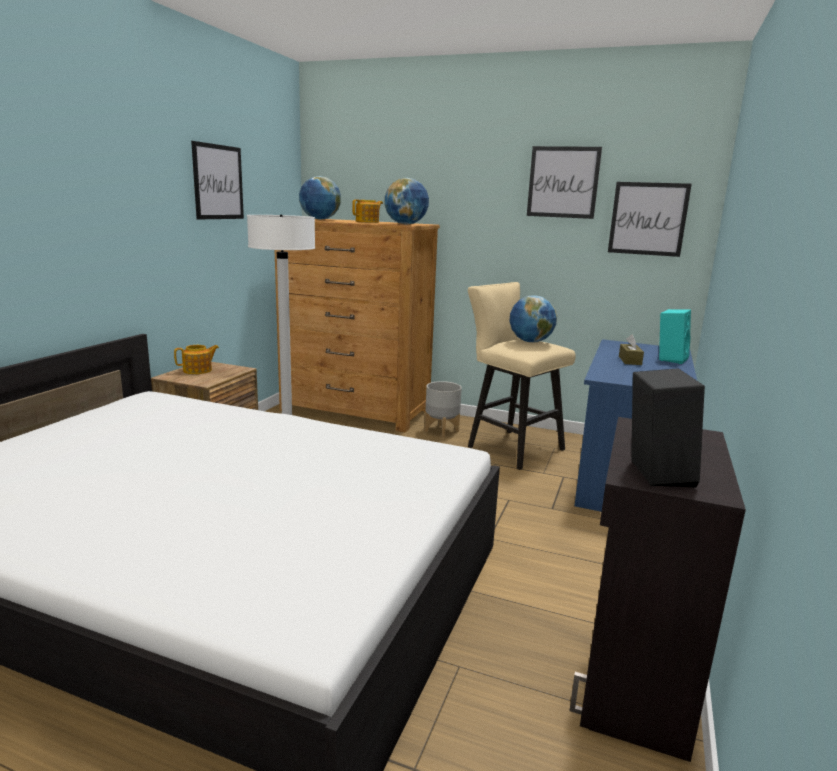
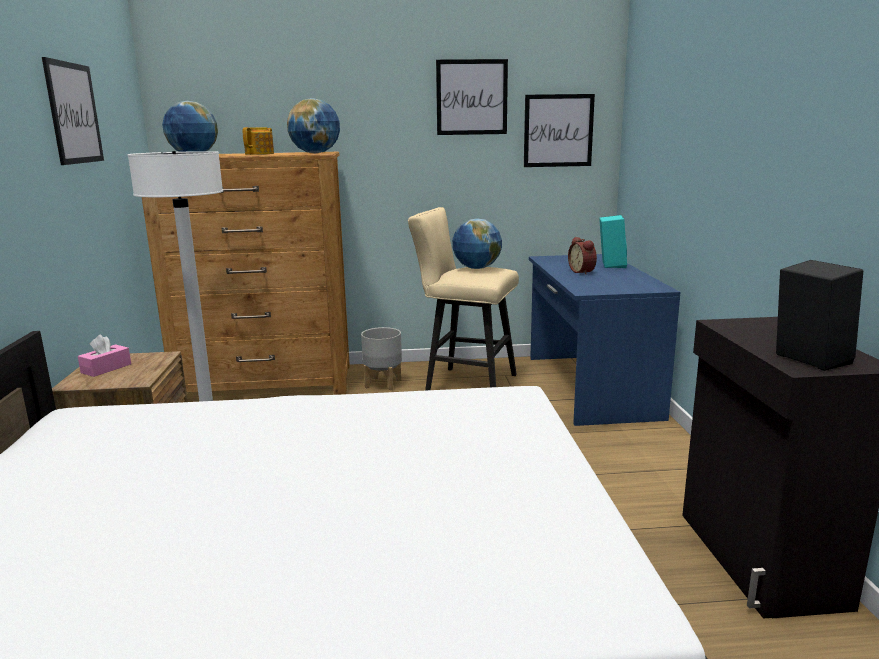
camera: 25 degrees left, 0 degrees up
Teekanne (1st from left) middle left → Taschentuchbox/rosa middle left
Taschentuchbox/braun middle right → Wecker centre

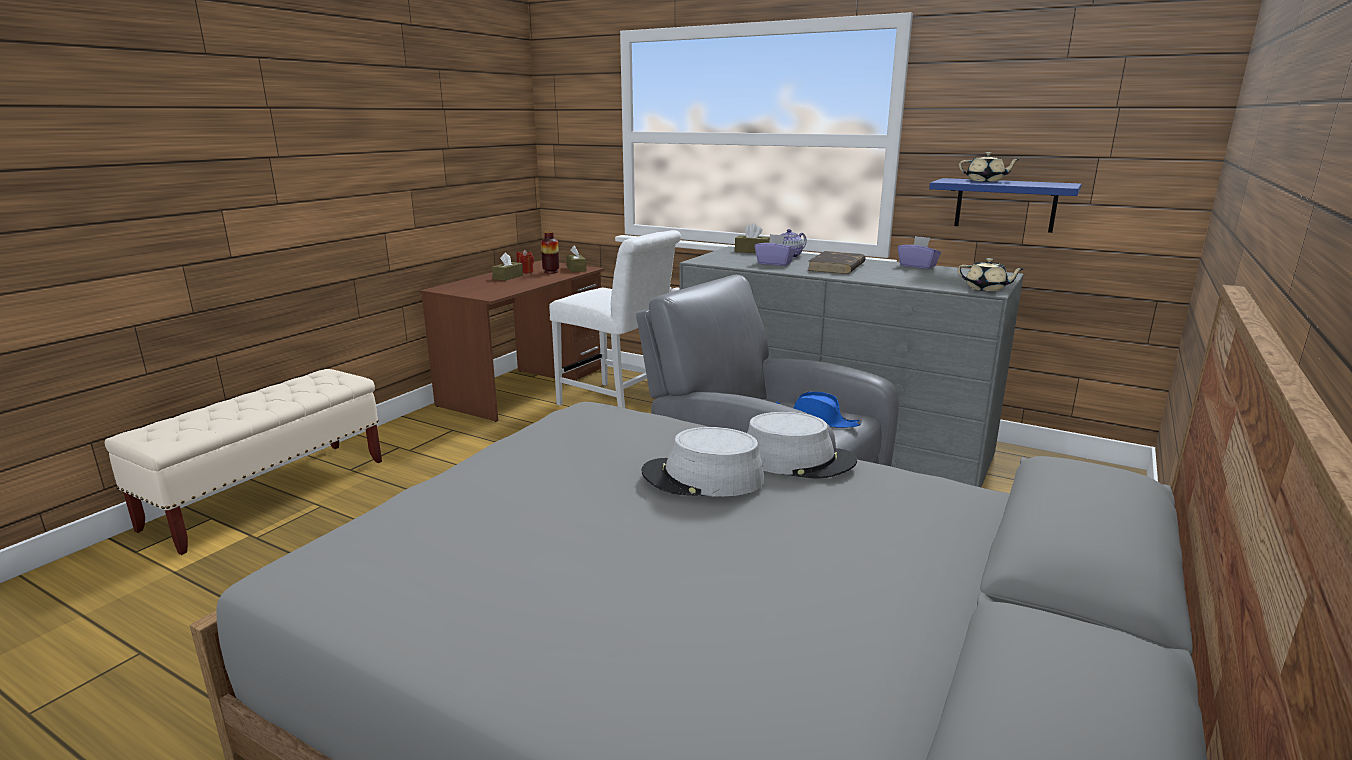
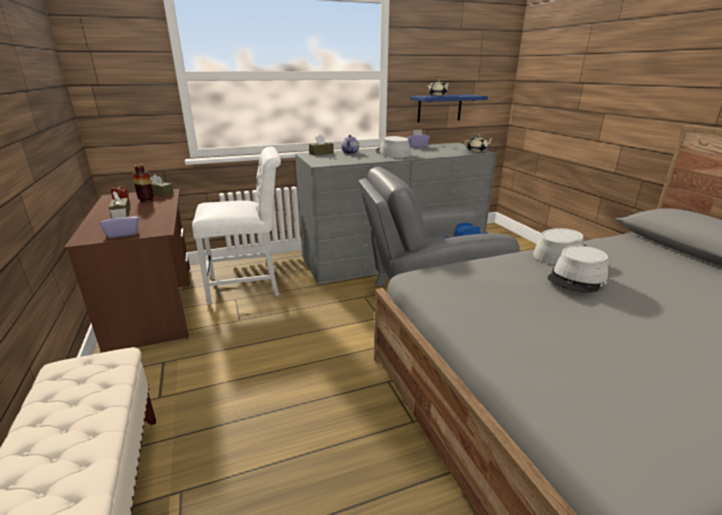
camera: 50 degrees left, 5 degrees up
Taschentuchbox/lila (1st from left) top centre → Taschentuchbox/lila (1st from left) middle left, moved
Buch/braun centre → Hut/grau (1st from left) top centre

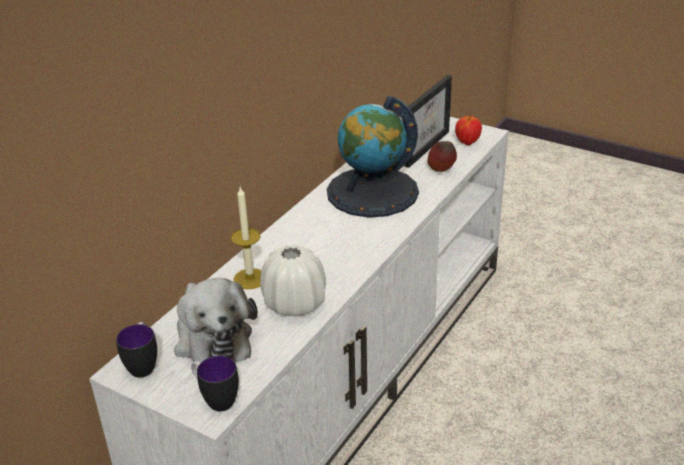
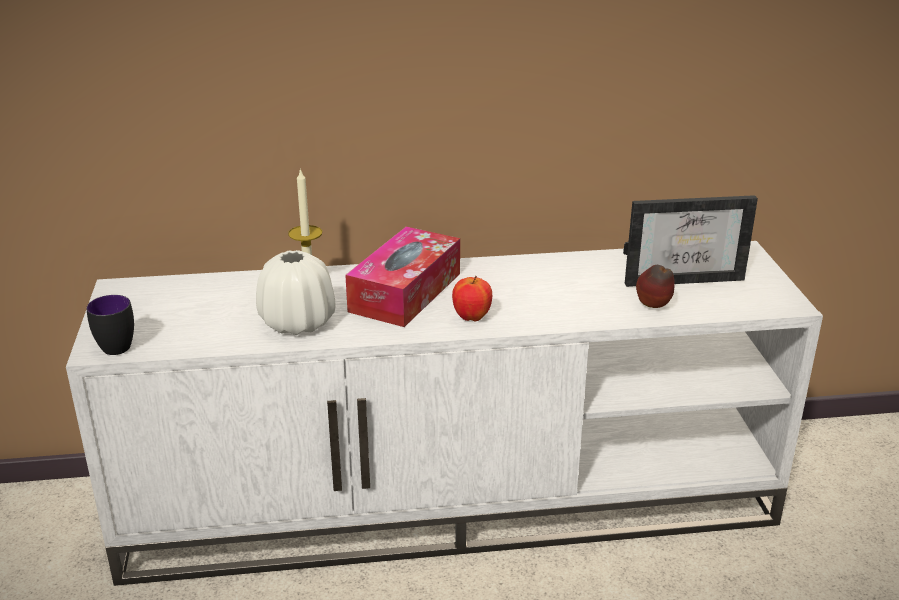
camera: 50 degrees right, 5 degrees down
Henkelbecher (1st from left) bottom left → -
Plüschtier bottom left → -
Globus centre → -
- → Taschentuchbox centre
Apfel (2nd from left in the first image) top right → Apfel (1st from left) centre, moved

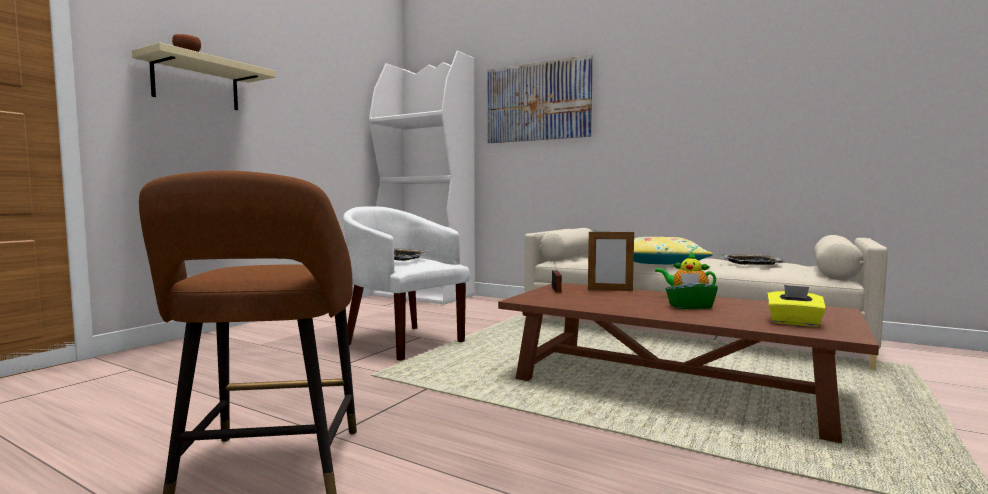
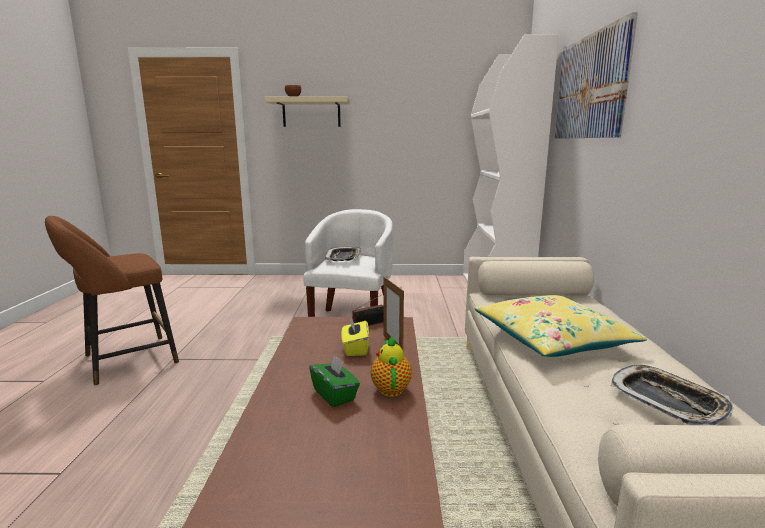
camera: 60 degrees right, 10 degrees up
Taschentuchbox/gelb middle right → Taschentuchbox/gelb centre, moved

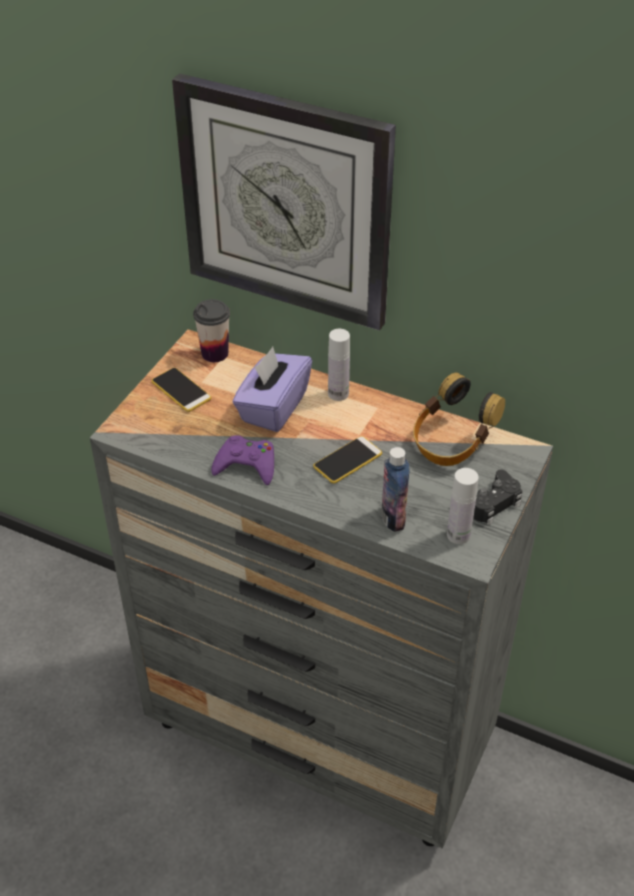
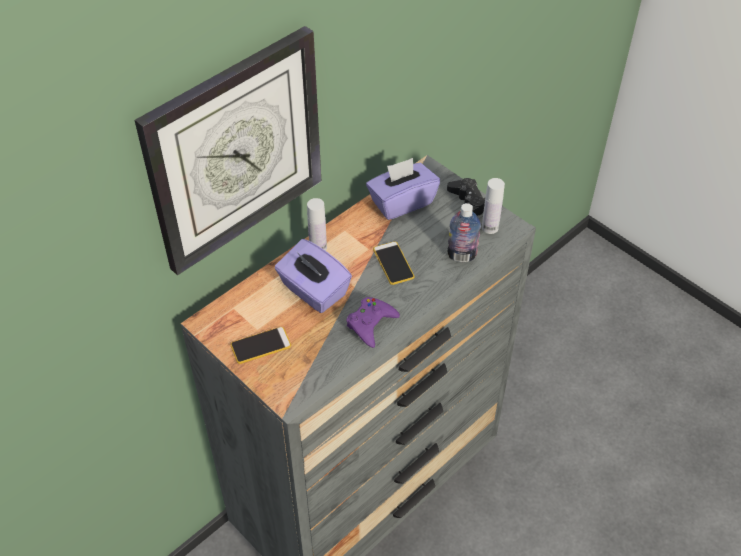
camera: 70 degrees left, 5 degrees up
Tasse middle left → -
Kopfhörer middle right → Taschentuchbox/lila (2nd from left) centre

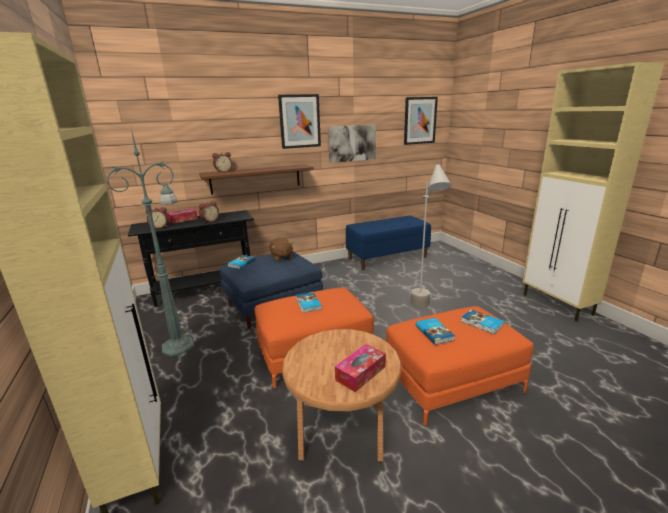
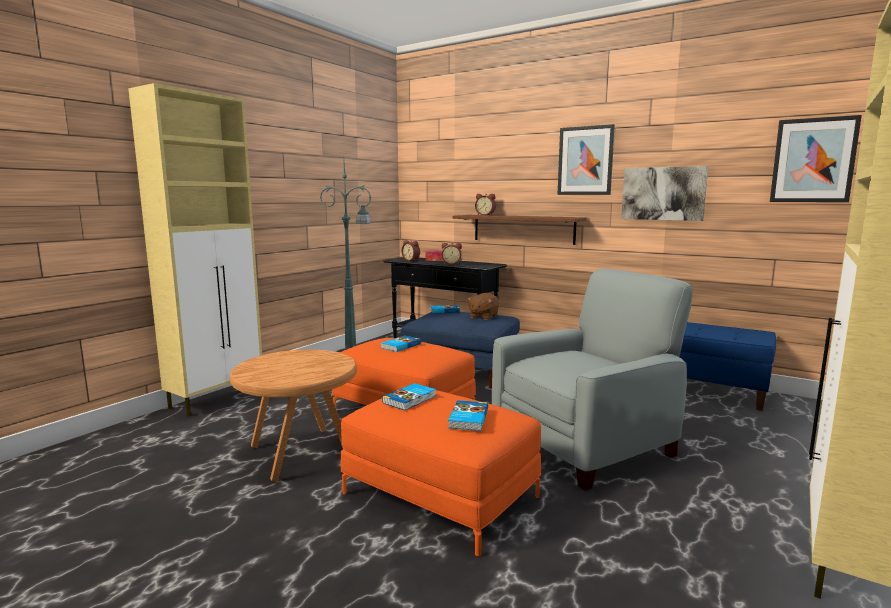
camera: 55 degrees right, 10 degrees down
Taschentuchbox (2nd from left) bottom centre → -
Stehlampe/grau centre → Sessel/grau centre

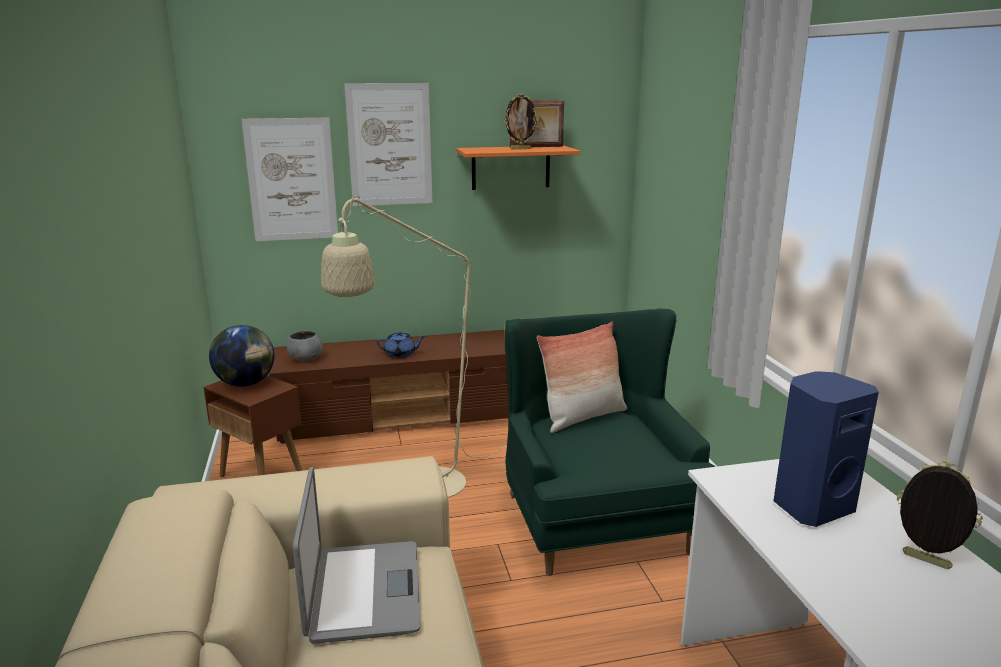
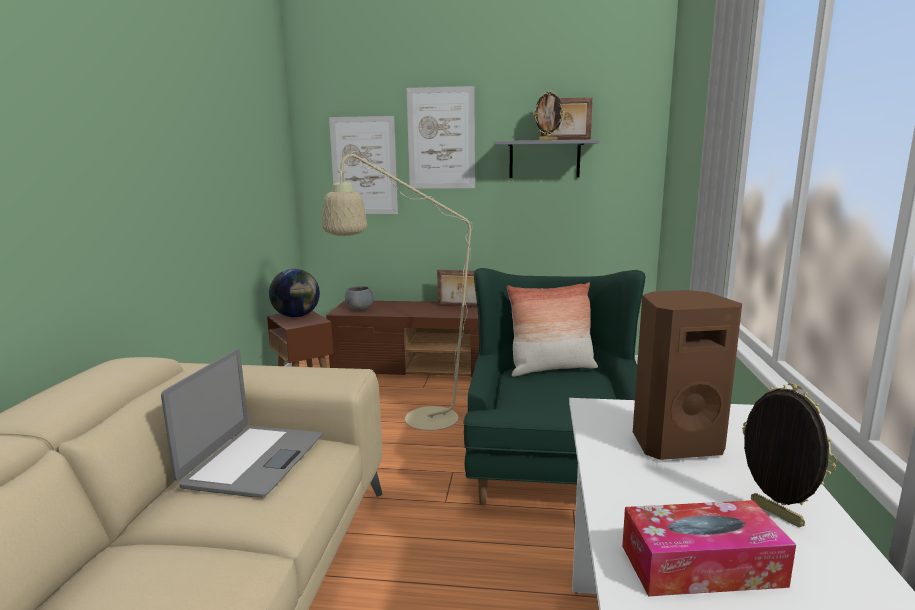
camera: 20 degrees right, 5 degrees down
Teekanne/blau centre → -
- → Bilderrahmen (1st from left) centre
- → Taschentuchbox bottom right
Wandregal/orange top centre → Wandregal/grau top centre
Lautsprecher/blau bottom right → Lautsprecher/braun middle right

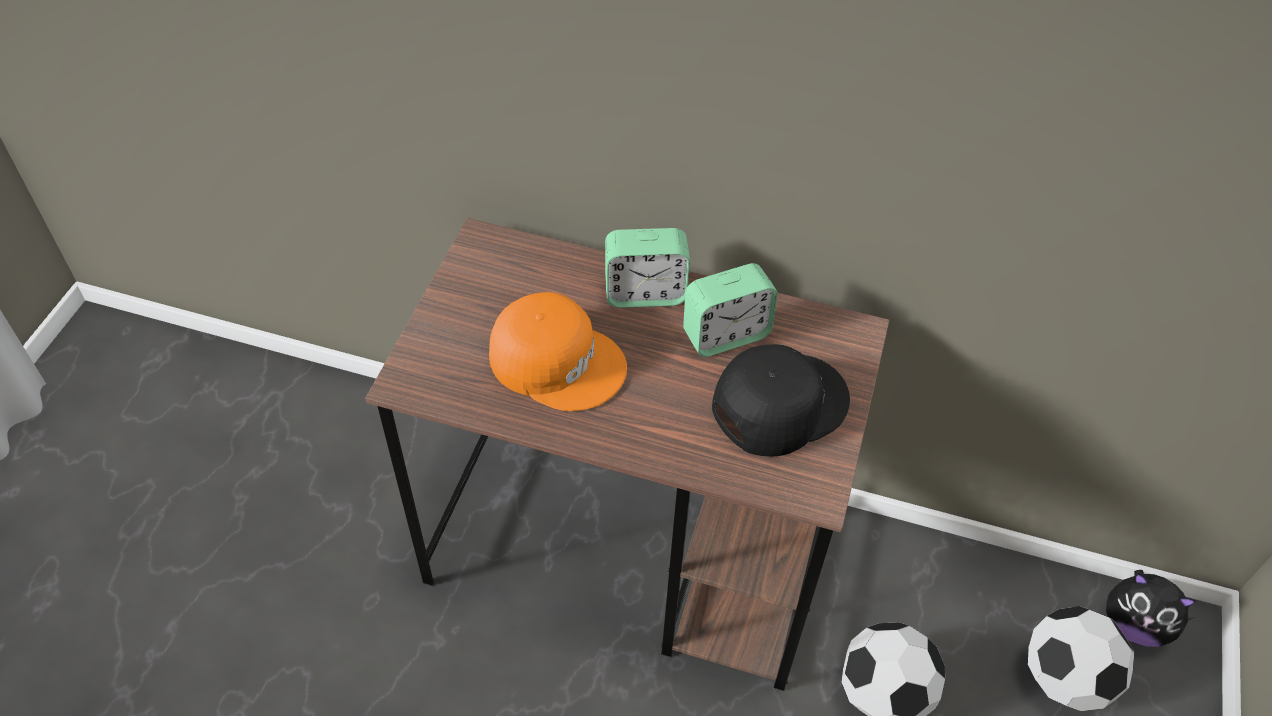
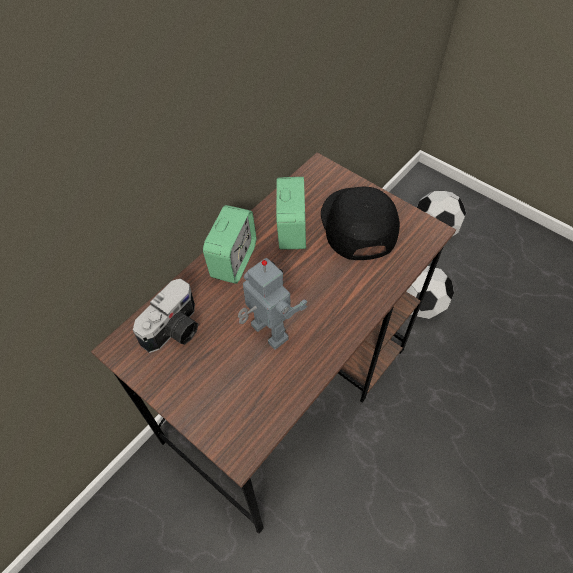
camera: 65 degrees left, 5 degrees up
Plüschtier bottom right → -
- → Kamera middle left
Kappe/orange centre → Spielzeugroboter centre

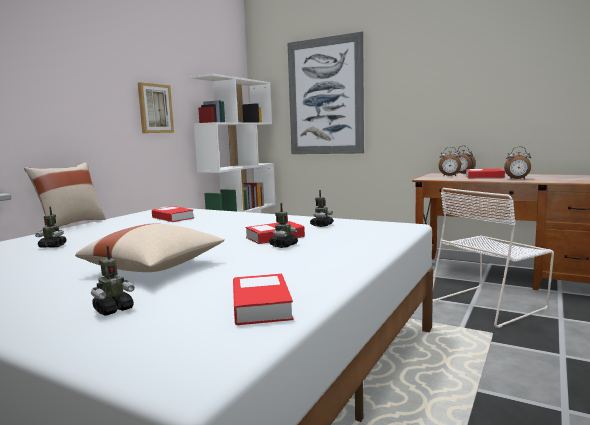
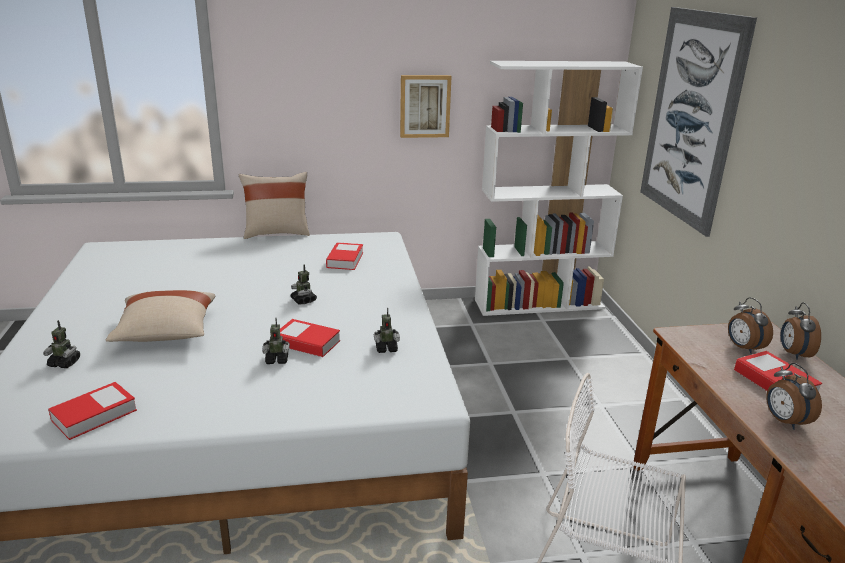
camera: 50 degrees right, 15 degrees up
Spielzeugroboter (1st from left in the first image) middle left → Spielzeugroboter (3rd from left) centre, moved

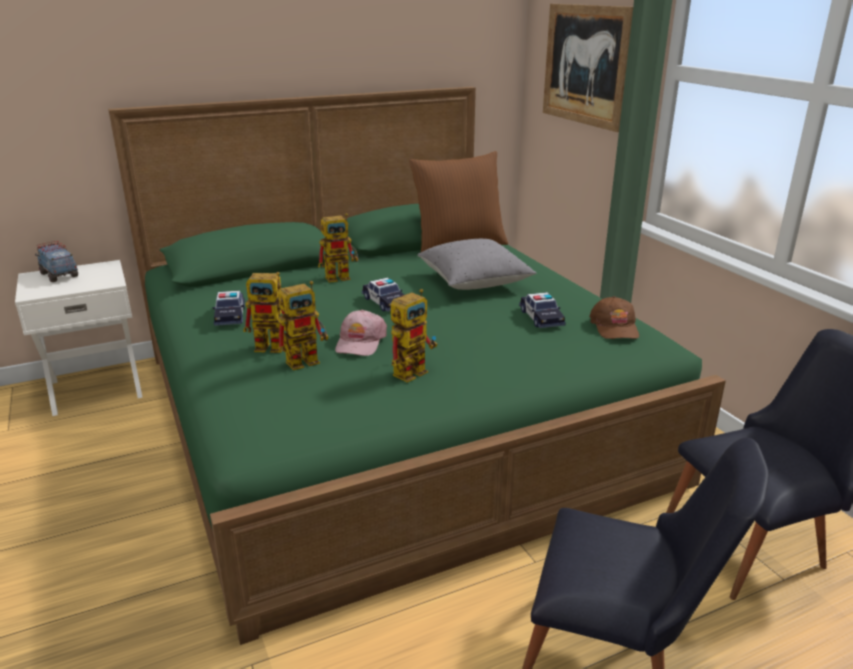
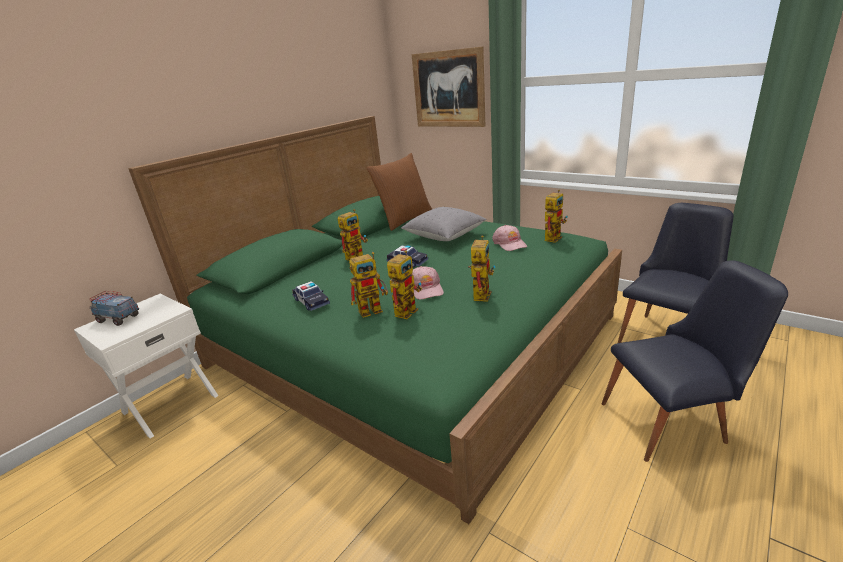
camera: 25 degrees left, 0 degrees up
Spielzeugauto (3rd from left) centre → Kappe/rosa (2nd from left) centre
Kappe/braun middle right → Spielzeugroboter (5th from left) centre

